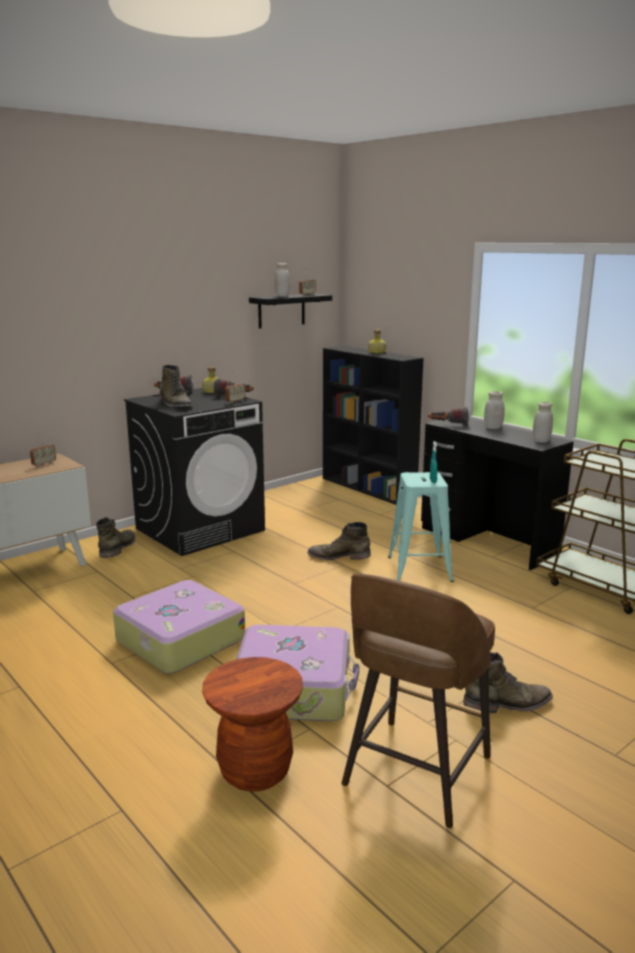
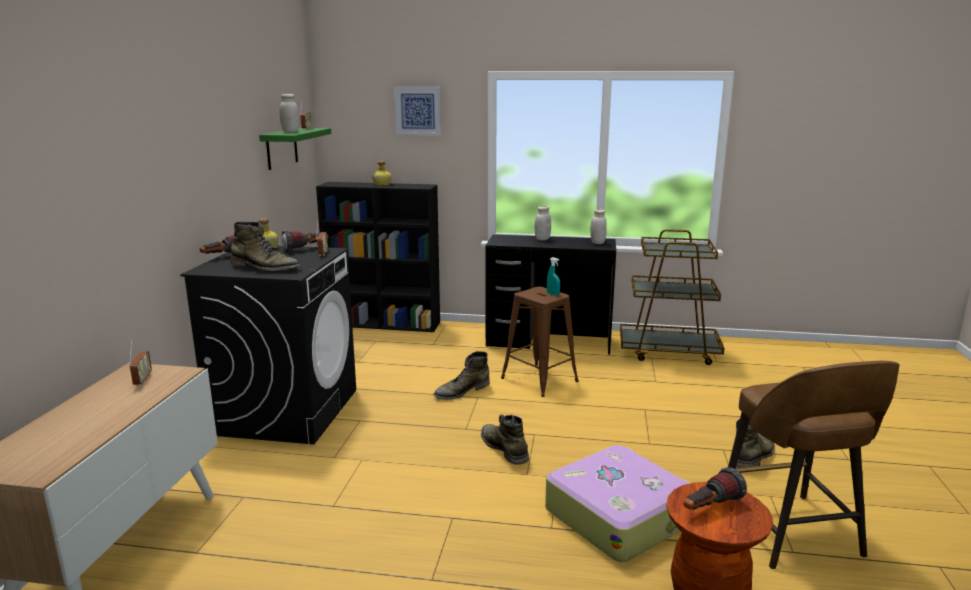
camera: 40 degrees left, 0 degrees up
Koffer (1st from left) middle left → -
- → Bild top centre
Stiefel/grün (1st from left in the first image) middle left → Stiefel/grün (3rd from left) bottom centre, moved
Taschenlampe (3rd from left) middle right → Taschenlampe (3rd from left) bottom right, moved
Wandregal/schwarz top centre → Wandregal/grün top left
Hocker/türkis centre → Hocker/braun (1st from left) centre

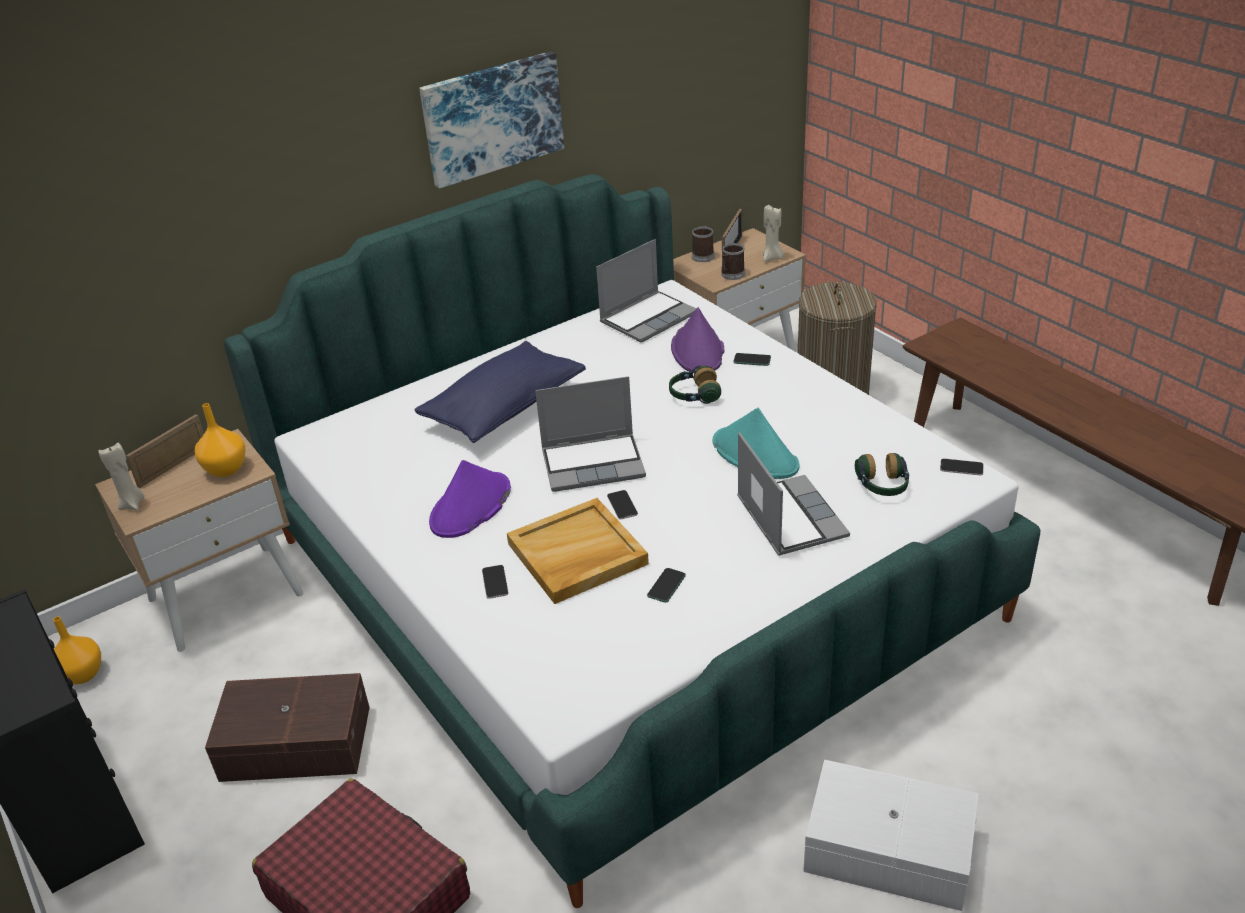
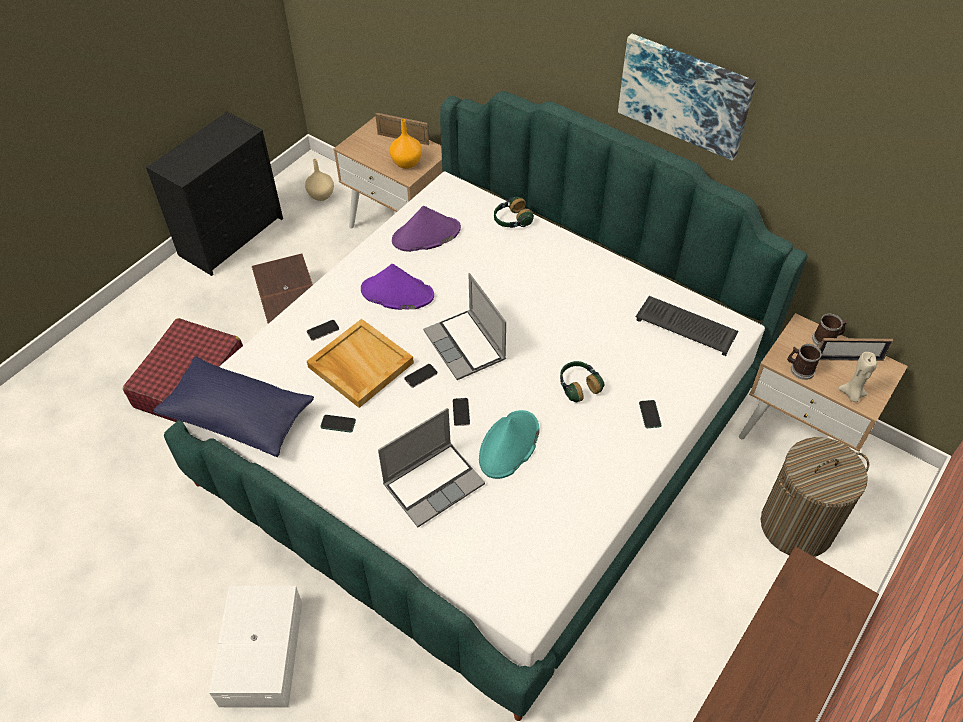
camera: 70 degrees right, 15 degrees up
Kerze/beige (1st from left) middle left → -
Kissen/blau centre → Kissen/blau middle left, moved
Hut/lila (2nd from left) centre → Hut/lila (2nd from left) top centre, moved
Kopfhörer (2nd from left in the first image) middle right → Kopfhörer (1st from left) top centre, moved
Handy (5th from left in the first image) middle right → Handy (4th from left) centre, moved
Laptop (2nd from left) top centre → Tastatur middle right
Vase/orange (1st from left) bottom left → Vase/beige top left

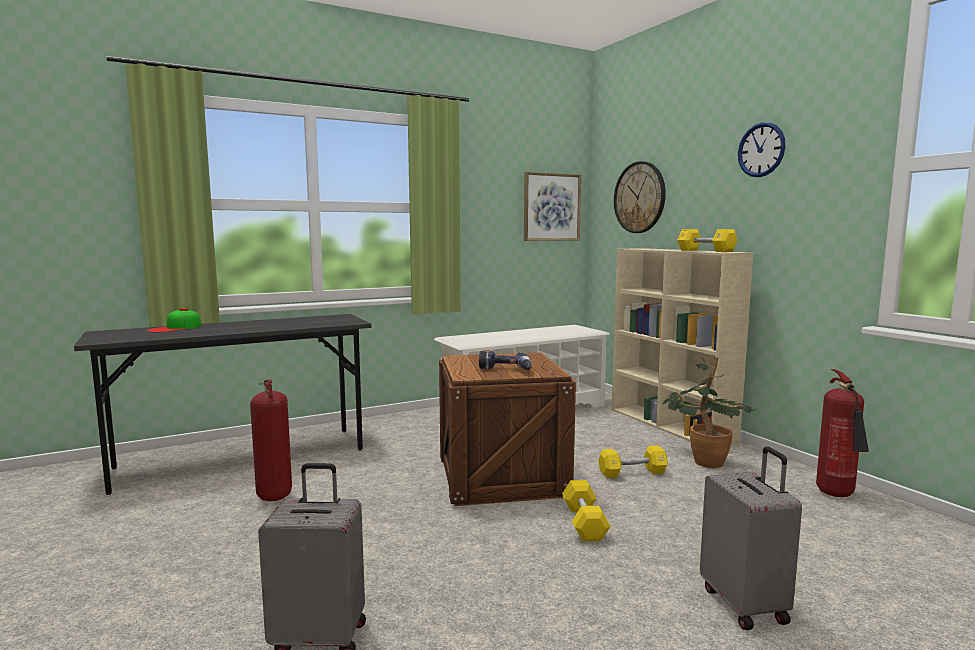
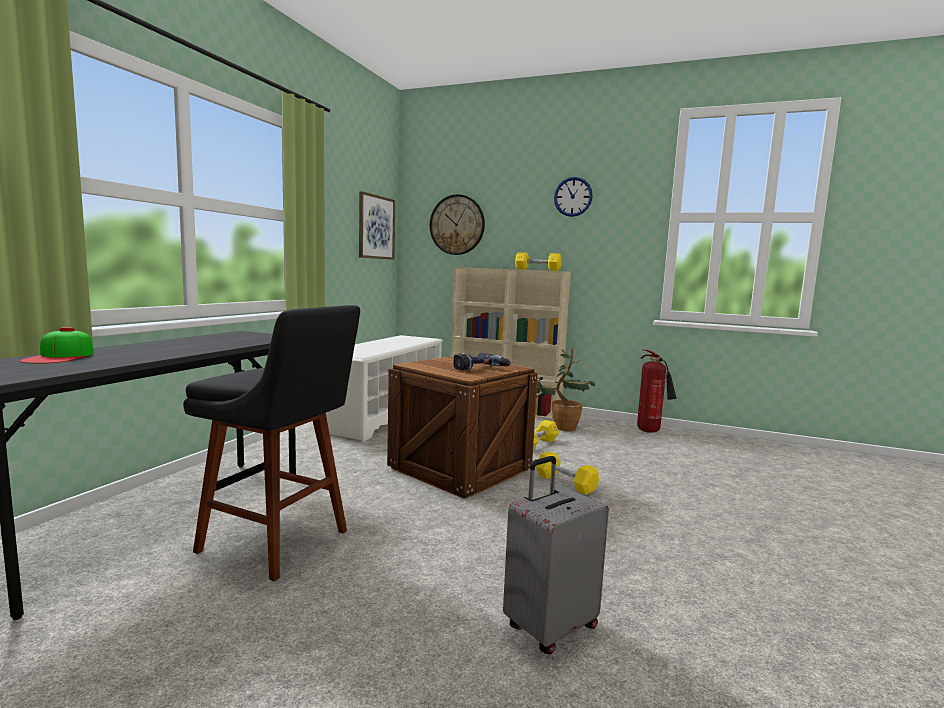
camera: 40 degrees left, 0 degrees up
Koffer/grau (2nd from left) bottom right → -
Feuerlöscher (1st from left) bottom left → Hocker/schwarz middle left

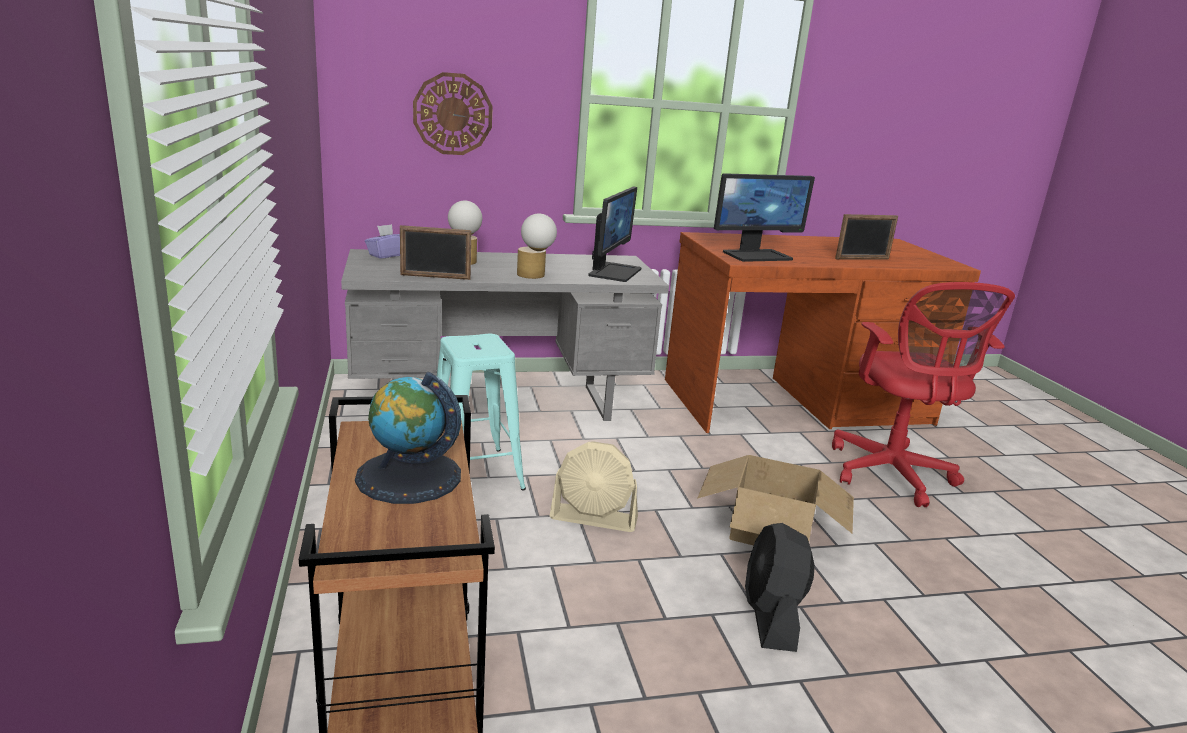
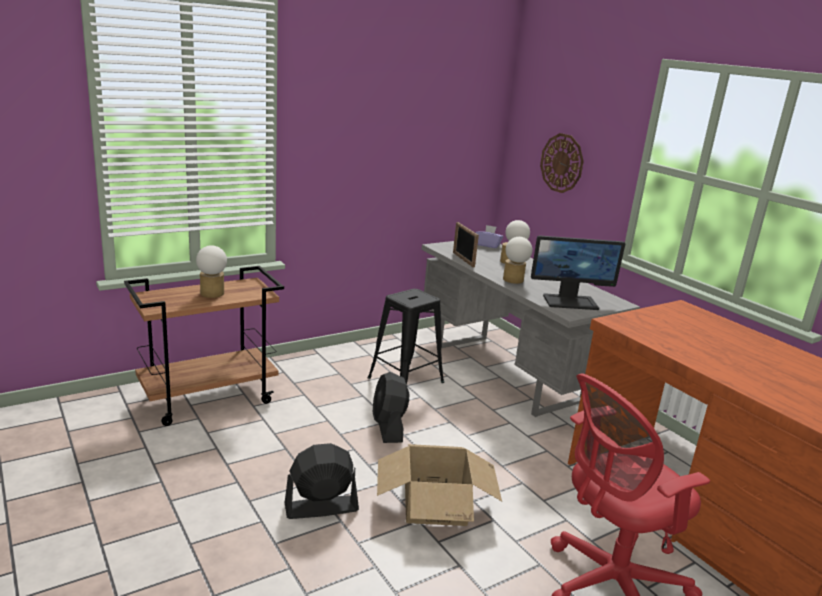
camera: 70 degrees right, 0 degrees up
Monitor (2nd from left) top centre → -
Bilderrahmen (2nd from left) top right → -
Globus centre → Tischlampe (1st from left) middle left
Hocker/türkis centre → Hocker/schwarz centre
Ventilator/beige centre → Ventilator/schwarz (2nd from left) bottom centre

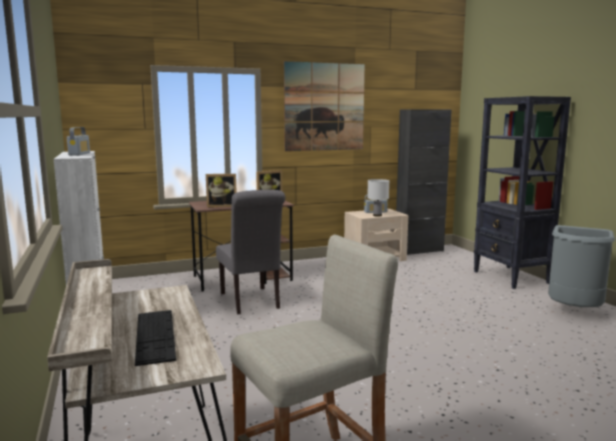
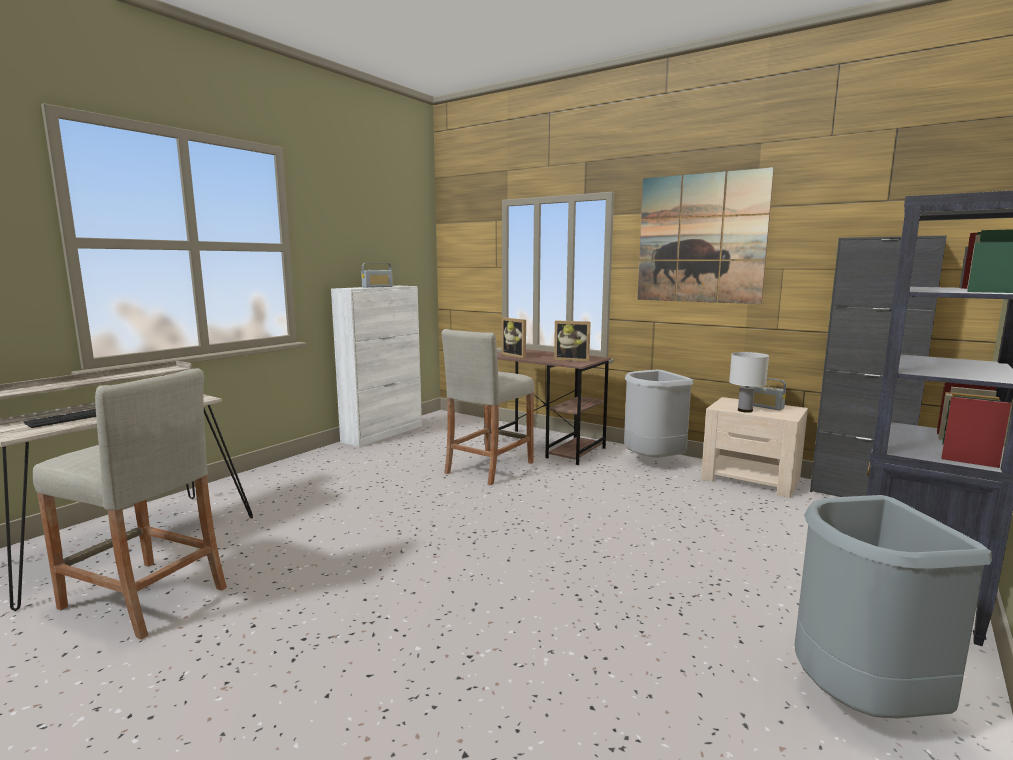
camera: 55 degrees right, 0 degrees up
- → Mülleimer/grau (1st from left) centre
Stuhl/grau centre → Hocker/beige (2nd from left) centre

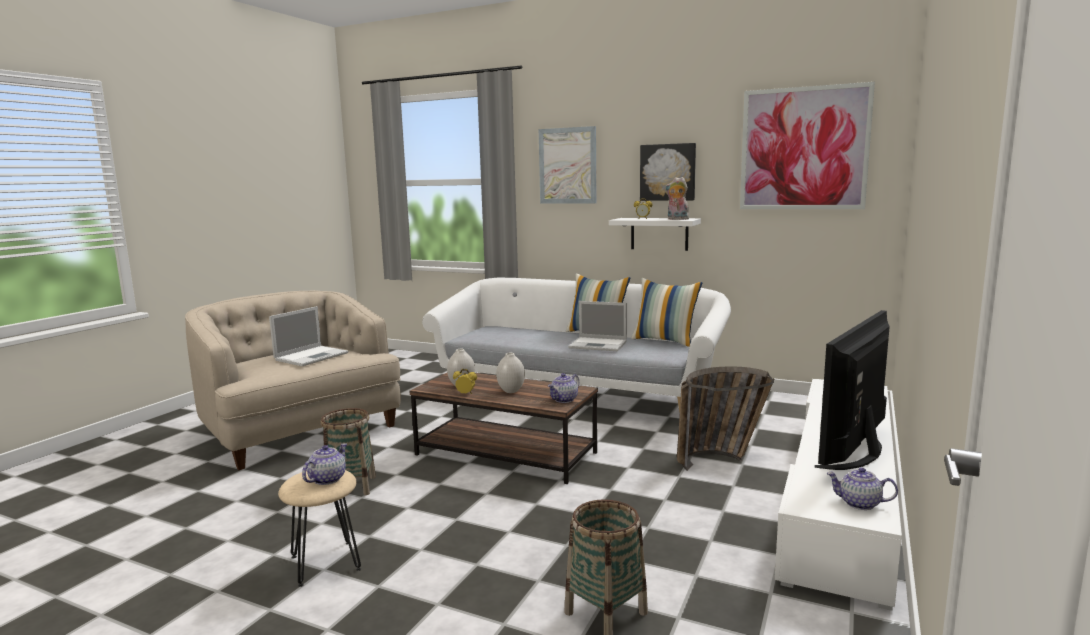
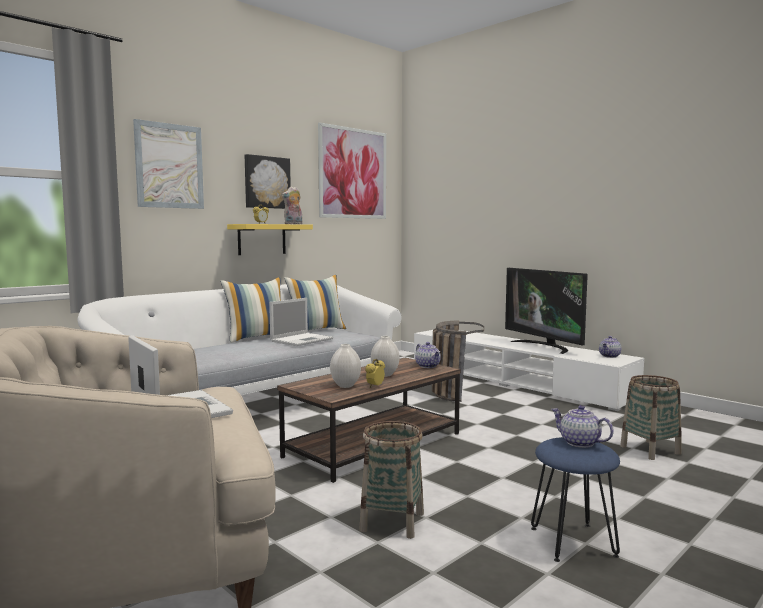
camera: 70 degrees left, 5 degrees down
Hocker/beige bottom left → Hocker/blau bottom right
Wandregal/weiß centre → Wandregal/gelb centre

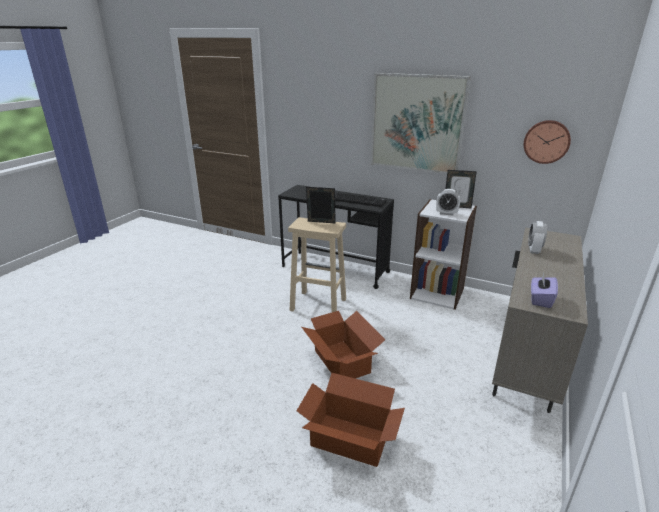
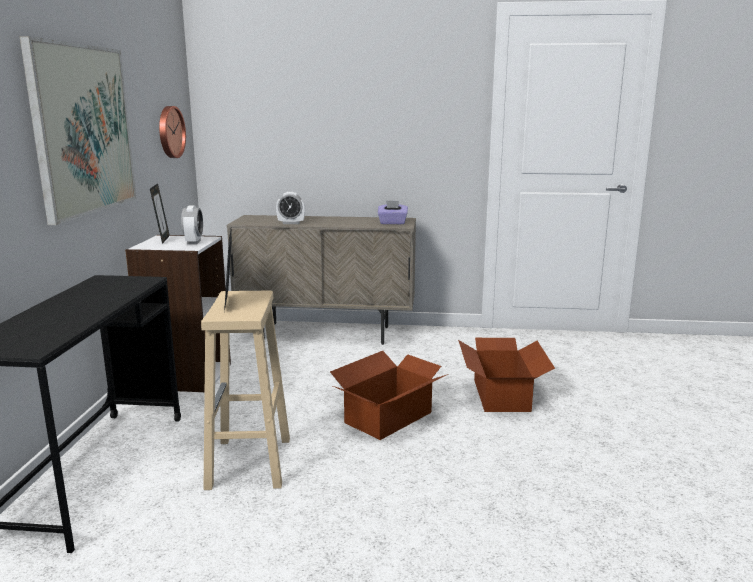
camera: 110 degrees left, 10 degrees down
Tastatur centre → -

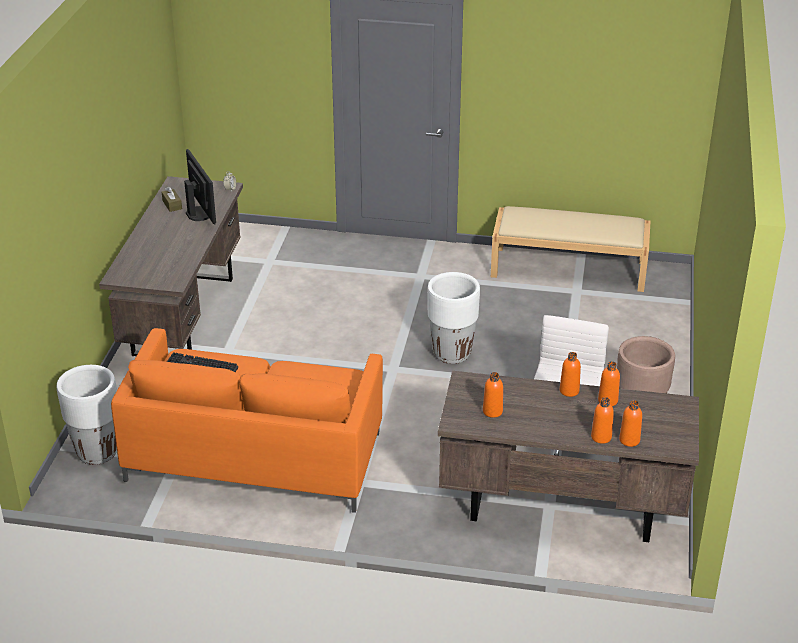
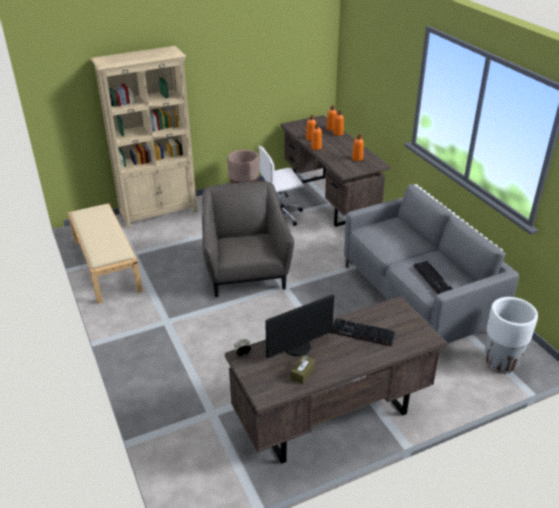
camera: 125 degrees left, 0 degrees up
- → Bücherregal/beige top left
- → Tastatur (1st from left) centre
Pflanzkübel/weiß (2nd from left) centre → Sessel/grau centre
Sofa/orange middle left → Sofa/grau middle right
Monitor top left → Monitor centre, 150 degrees counterclockwise

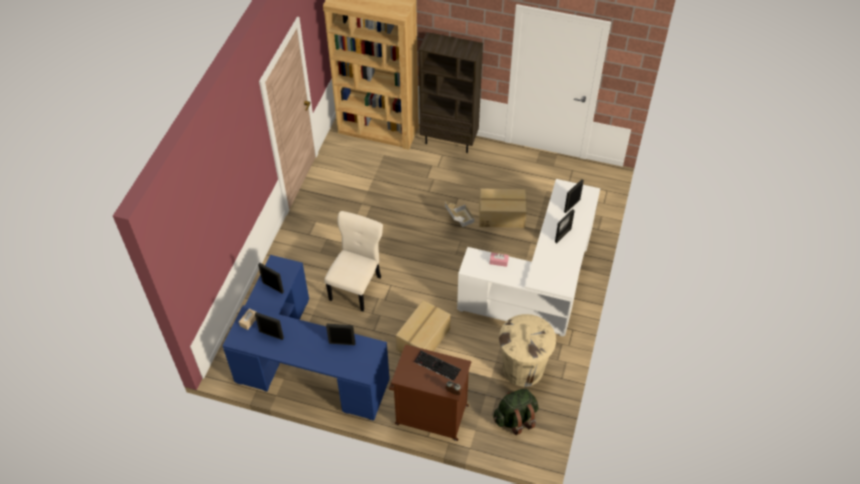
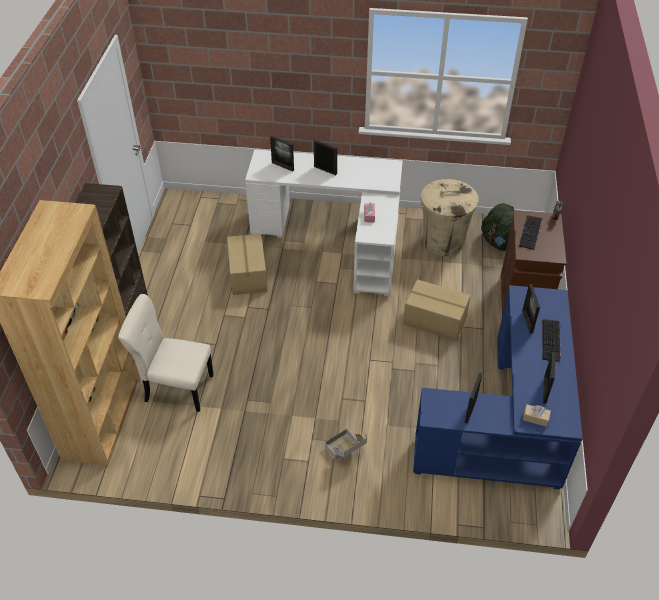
camera: 100 degrees left, 5 degrees down
- → Tastatur (2nd from left) middle right
Stuhl/beige centre → Stuhl/beige middle left, moved
Karton (2nd from left) centre → Karton (2nd from left) bottom centre, moved

